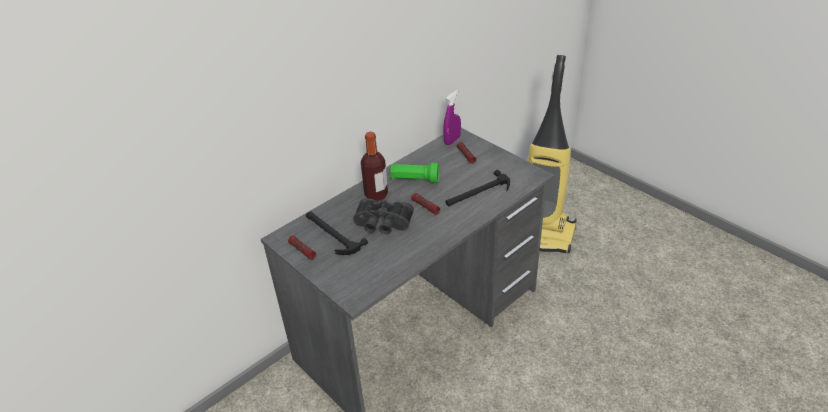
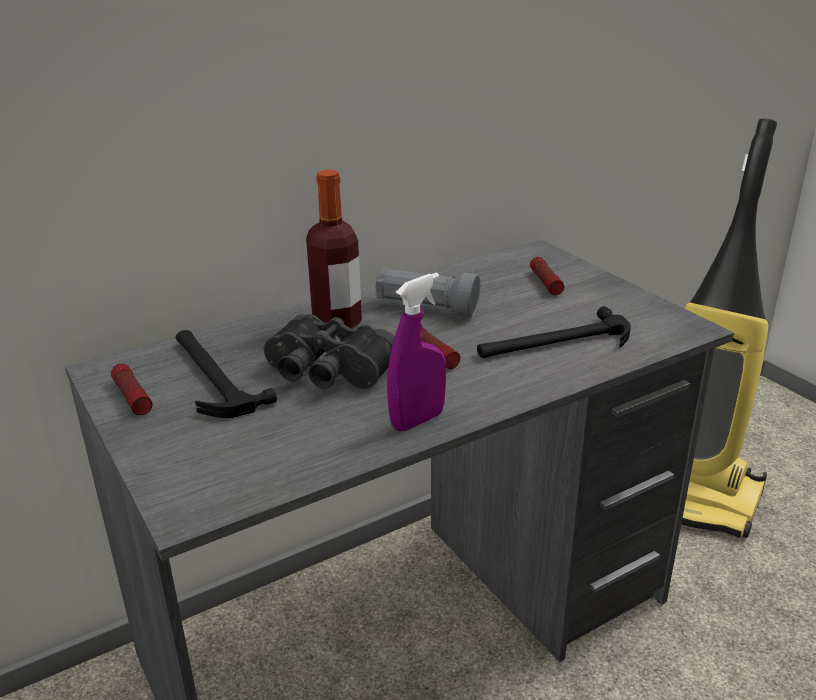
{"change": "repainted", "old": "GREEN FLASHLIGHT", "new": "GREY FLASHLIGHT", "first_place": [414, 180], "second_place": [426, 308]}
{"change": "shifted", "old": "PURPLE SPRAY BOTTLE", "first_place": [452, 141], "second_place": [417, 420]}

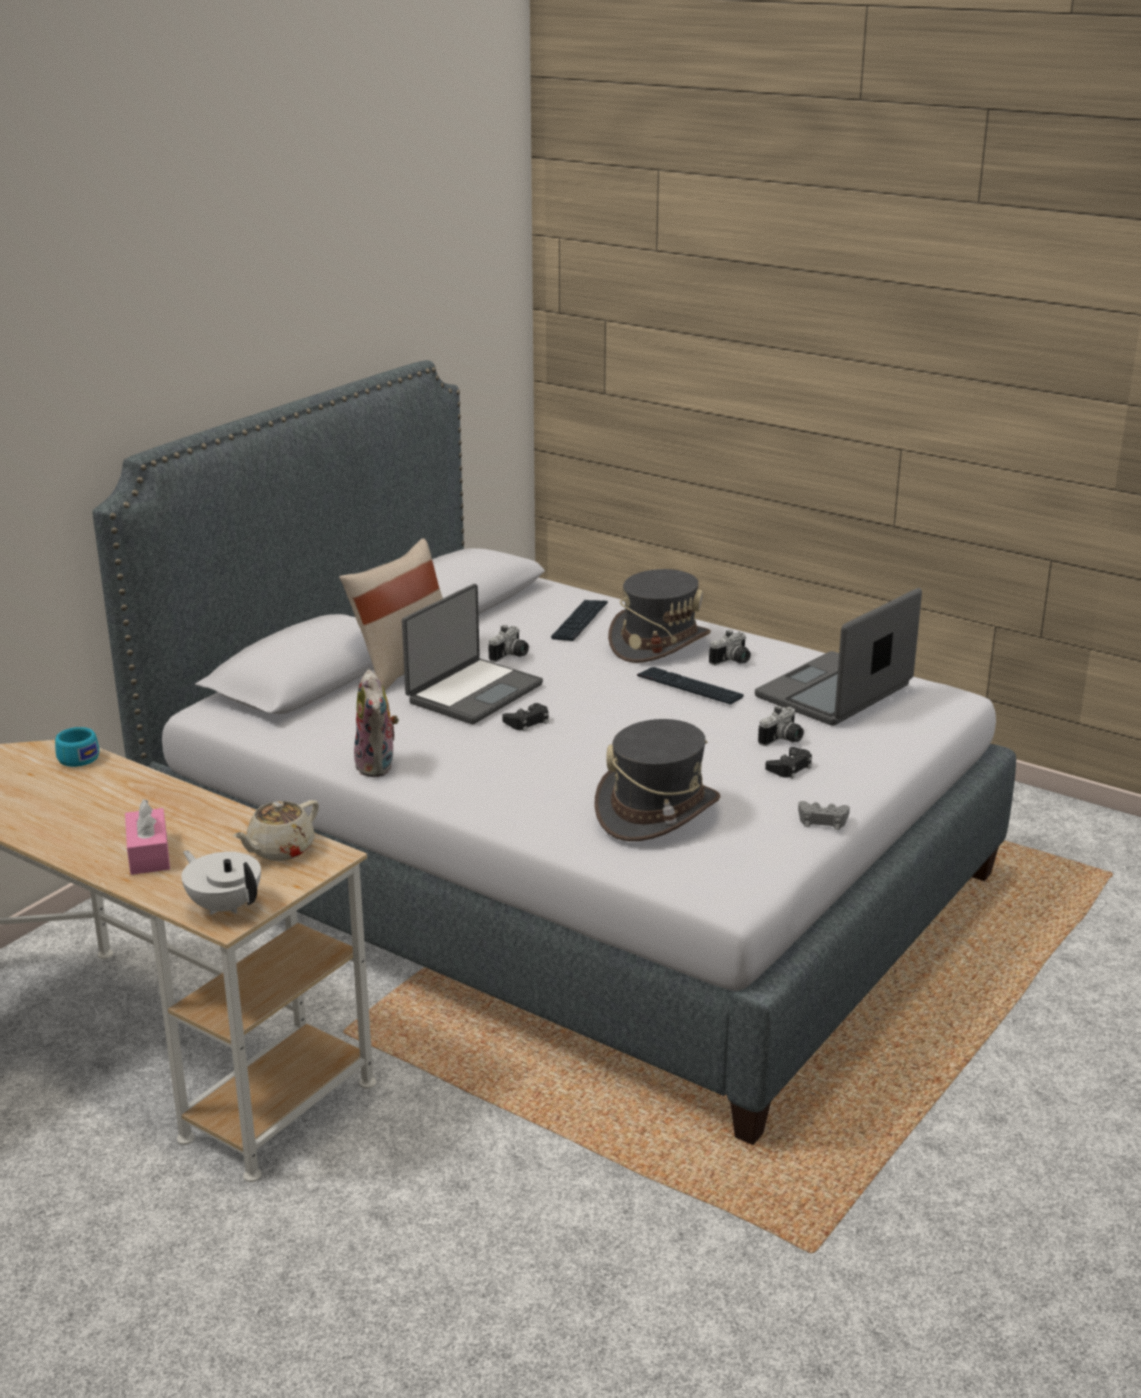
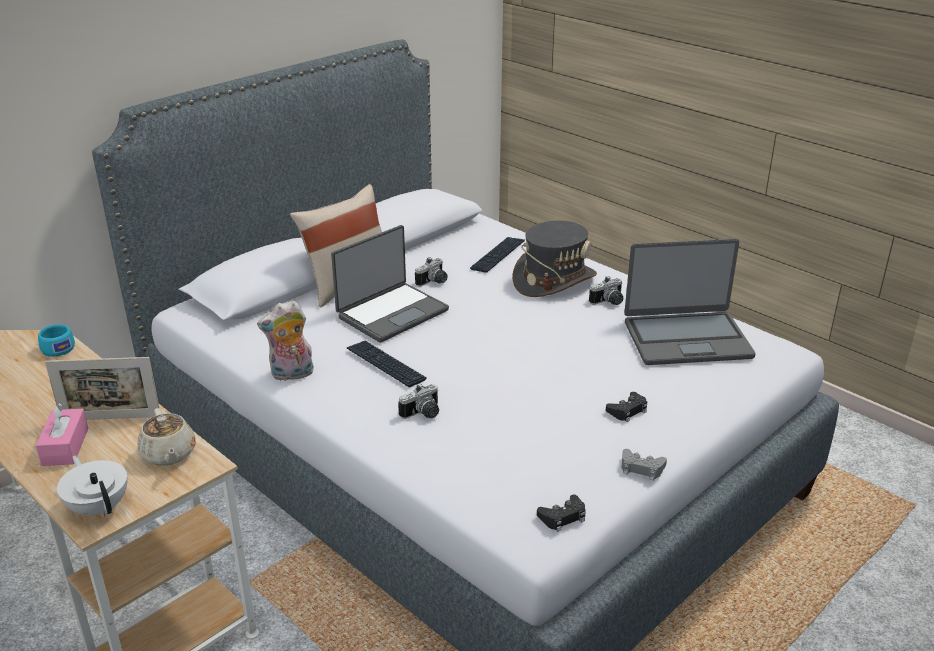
{"change": "new", "new": "PICTURE FRAME", "second_place": [111, 418]}
{"change": "rotated", "old": "BEIGE TEAPOT", "first_place": [280, 850], "second_place": [169, 454], "degrees": -75}
{"change": "rotated", "old": "PLUSH TOY", "first_place": [378, 766], "second_place": [291, 375], "degrees": 75}
{"change": "shifted", "old": "KEYBOARD", "first_place": [689, 687], "second_place": [385, 365]}
{"change": "shifted", "old": "PHOTO CAMERA", "first_place": [783, 740], "second_place": [423, 414]}
{"change": "shifted", "old": "BLACK GAME CONTROLLER", "first_place": [527, 722], "second_place": [563, 517]}
{"change": "rotated", "old": "LAPTOP", "first_place": [835, 692], "second_place": [686, 339], "degrees": -150}
{"change": "gone", "old": "GREY HAT", "first_place": [657, 811]}

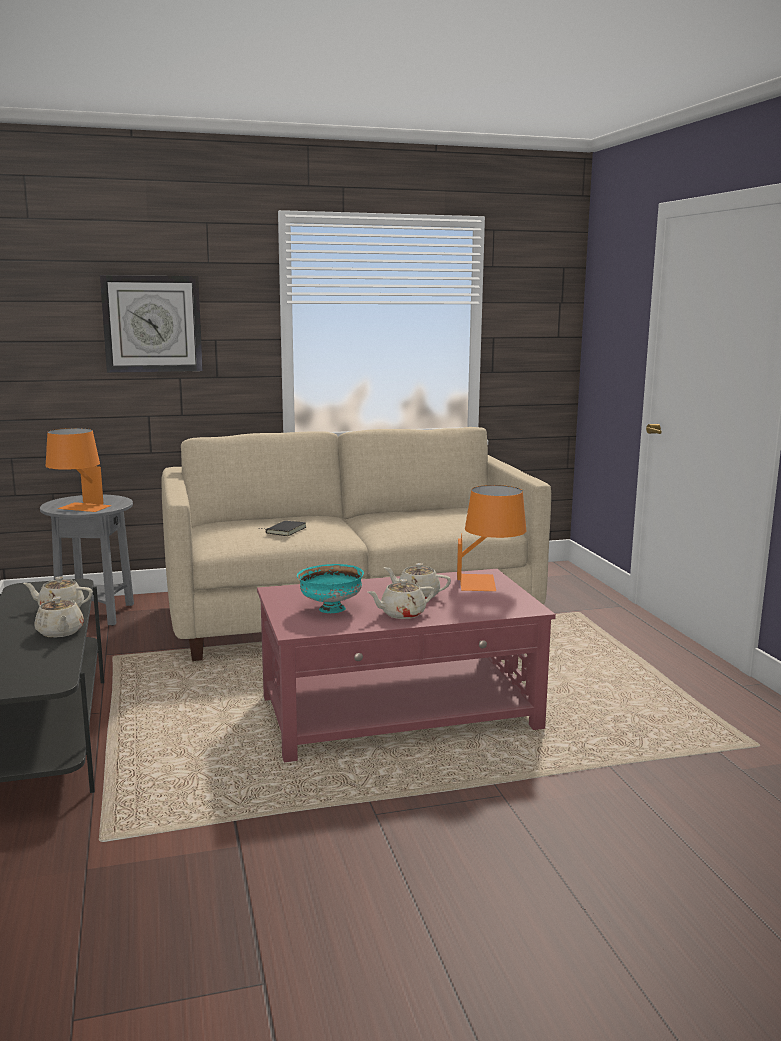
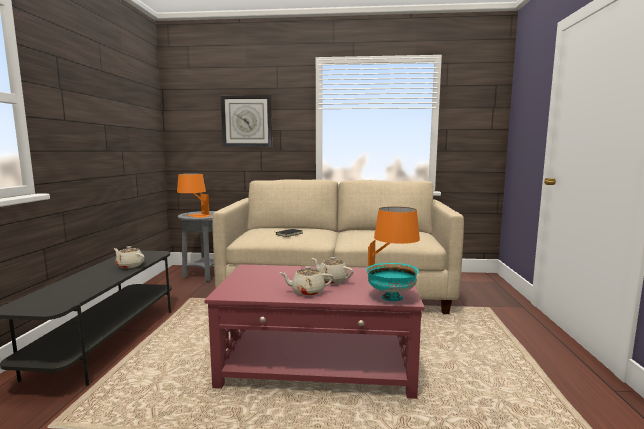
{"change": "shifted", "old": "TURQUOISE BOWL", "first_place": [330, 609], "second_place": [391, 298]}
{"change": "gone", "old": "BEIGE TEAPOT", "first_place": [60, 632]}

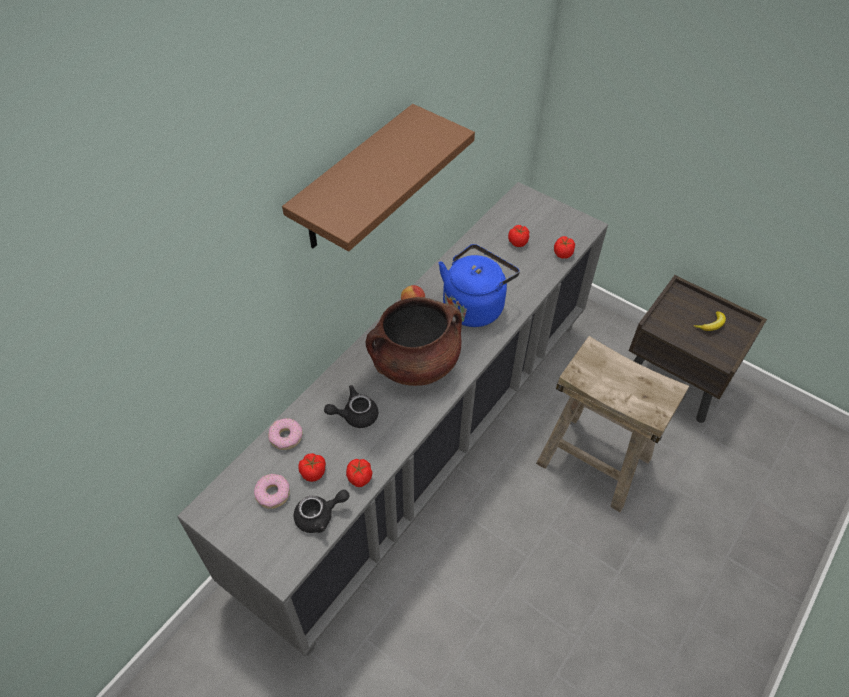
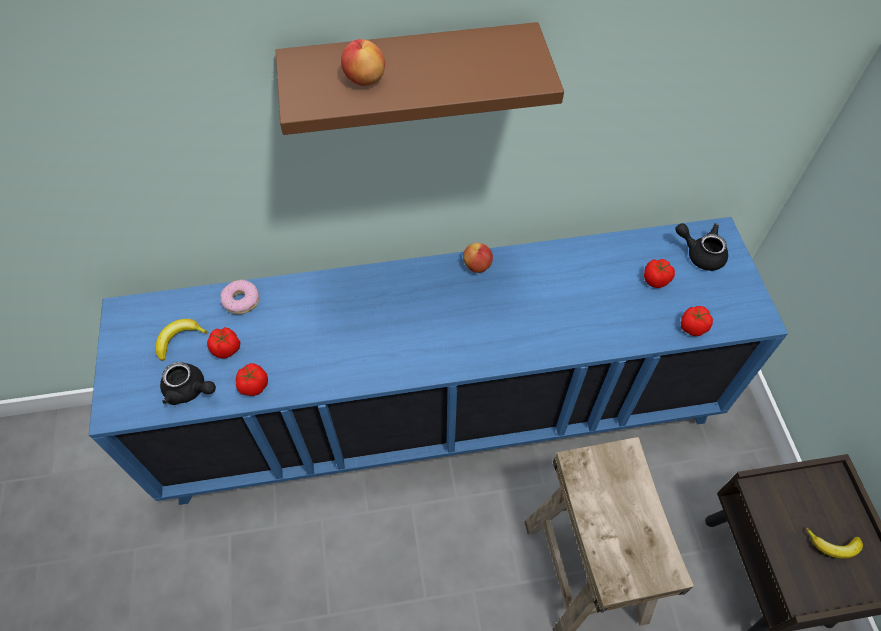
{"change": "repainted", "old": "GREY CABINET", "new": "BLUE CABINET", "first_place": [422, 445], "second_place": [440, 415]}
{"change": "swapped", "old": "DONUT", "new": "BANANA", "first_place": [272, 494], "second_place": [179, 340]}
{"change": "new", "new": "APPLE", "second_place": [364, 79]}
{"change": "shifted", "old": "BLACK TEAPOT", "first_place": [355, 415], "second_place": [700, 254]}
{"change": "gone", "old": "BROWN COOKING POT", "first_place": [415, 363]}
{"change": "gone", "old": "BLUE KETTLE", "first_place": [475, 305]}

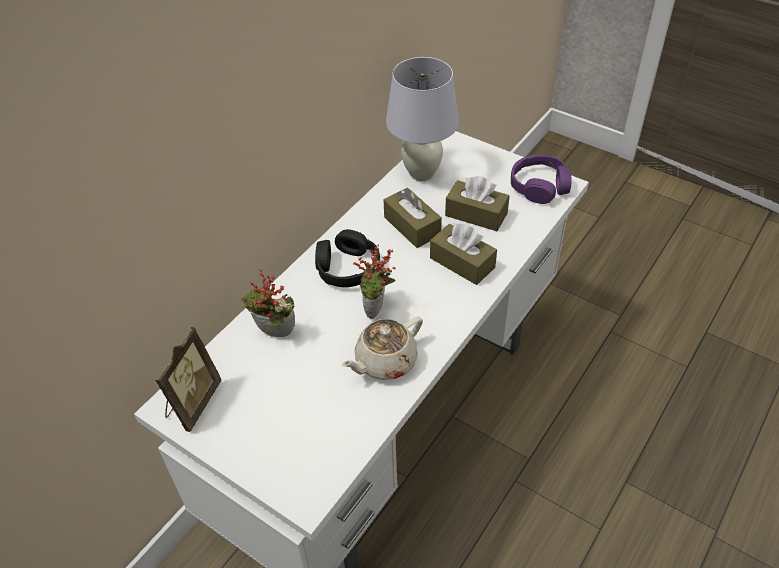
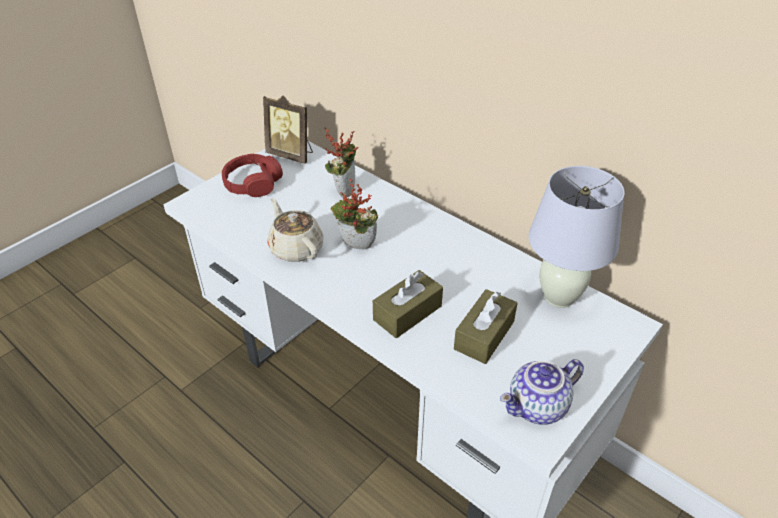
{"change": "new", "new": "RED HEADPHONES", "second_place": [253, 183]}
{"change": "swapped", "old": "PURPLE HEADPHONES", "new": "TEAPOT", "first_place": [539, 186], "second_place": [537, 408]}
{"change": "gone", "old": "BLACK HEADPHONES", "first_place": [347, 268]}
{"change": "gone", "old": "BROWN TISSUE BOX", "first_place": [412, 226]}

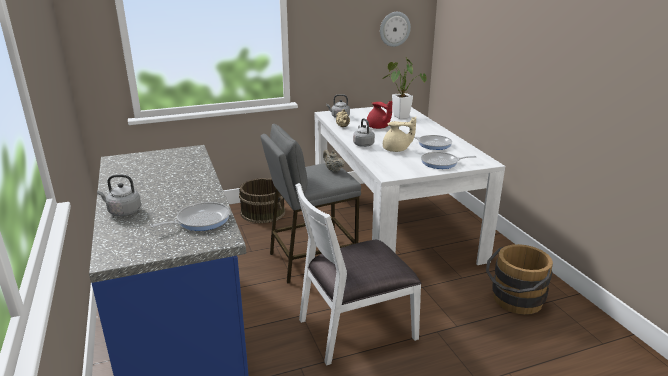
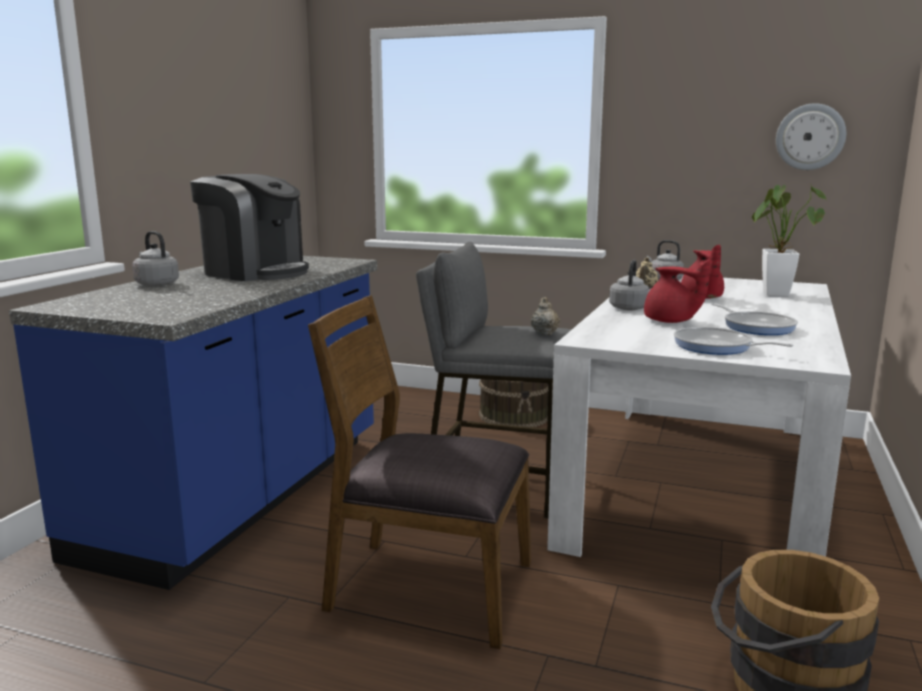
{"change": "new", "new": "COFFEE MACHINE", "second_place": [255, 272]}
{"change": "repainted", "old": "WHITE CHAIR", "new": "BROWN CHAIR", "first_place": [355, 328], "second_place": [429, 587]}
{"change": "repainted", "old": "BEIGE TEAPOT", "new": "RED TEAPOT", "first_place": [396, 150], "second_place": [670, 321]}
{"change": "gone", "old": "FRYING PAN", "first_place": [200, 220]}

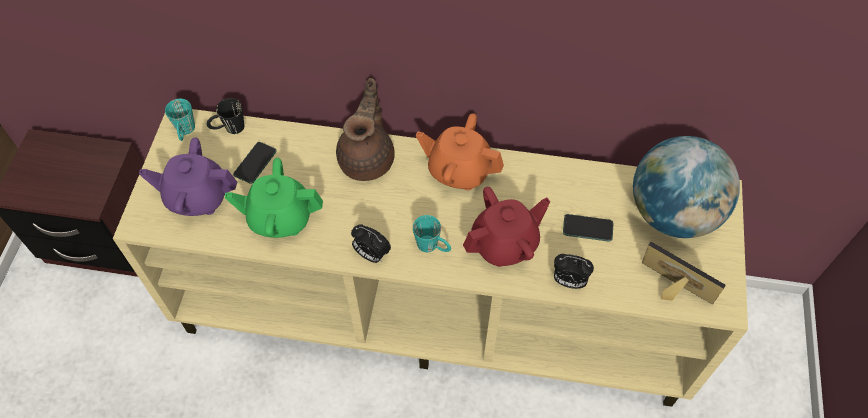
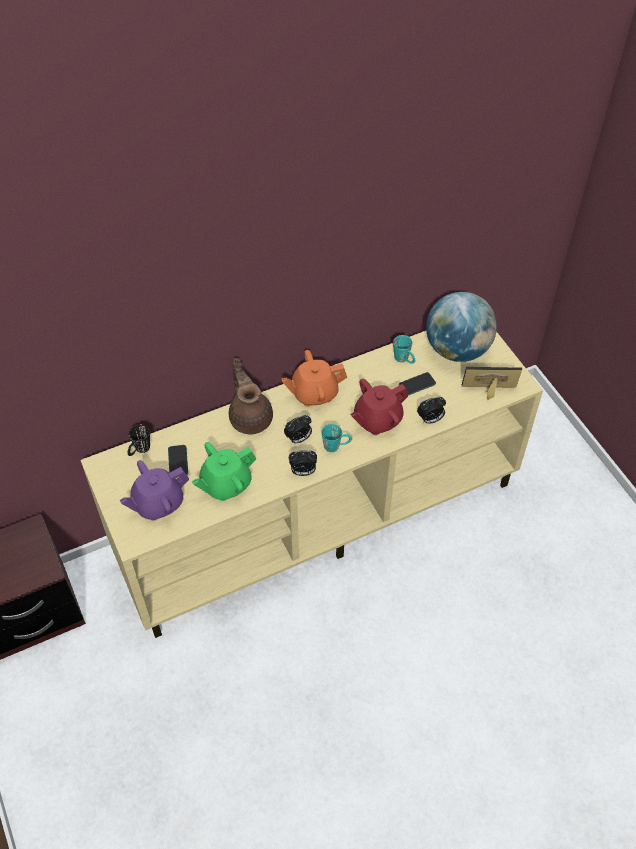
{"change": "new", "new": "ALARM CLOCK", "second_place": [298, 439]}
{"change": "rotated", "old": "RED TEAPOT", "first_place": [504, 244], "second_place": [377, 420], "degrees": -150}
{"change": "shifted", "old": "TURQUOISE MUG", "first_place": [185, 132], "second_place": [404, 360]}

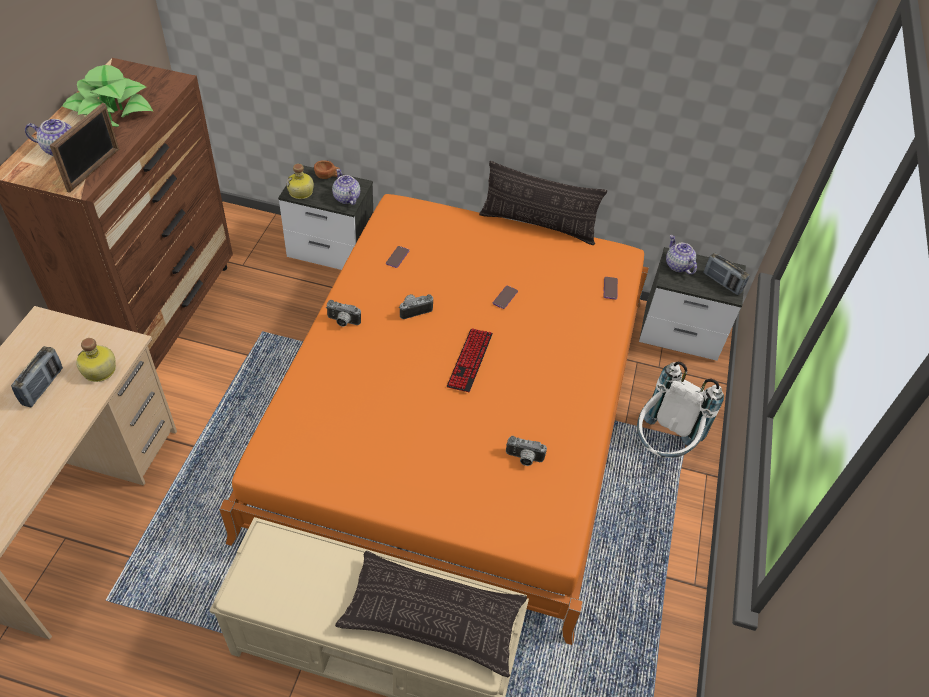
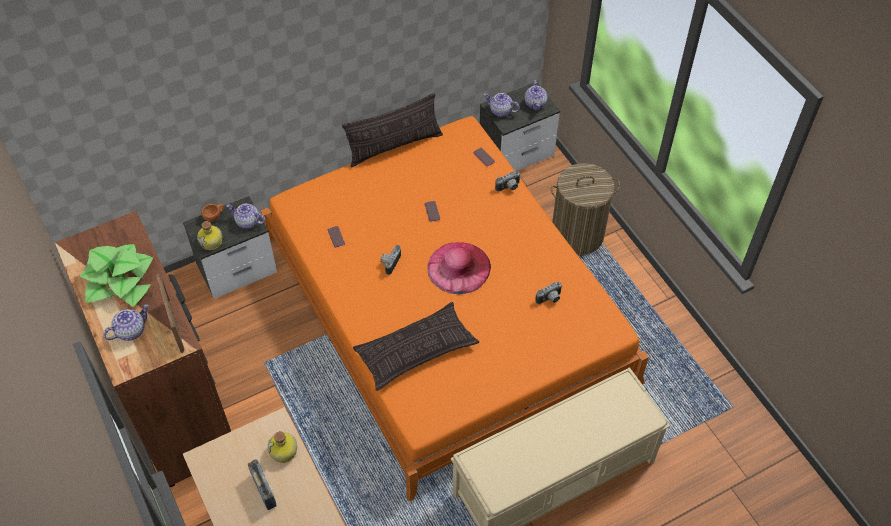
{"change": "shifted", "old": "PILLOW", "first_place": [433, 617], "second_place": [416, 350]}
{"change": "swapped", "old": "KEYBOARD", "new": "PINK HAT", "first_place": [470, 360], "second_place": [459, 267]}
{"change": "shifted", "old": "PHOTO CAMERA", "first_place": [342, 322], "second_place": [509, 188]}
{"change": "swapped", "old": "RADIO", "new": "TEAPOT", "first_place": [722, 282], "second_place": [535, 104]}
{"change": "swapped", "old": "WHITE BACKPACK", "new": "LAUNDRY BASKET", "first_place": [662, 446], "second_place": [577, 234]}

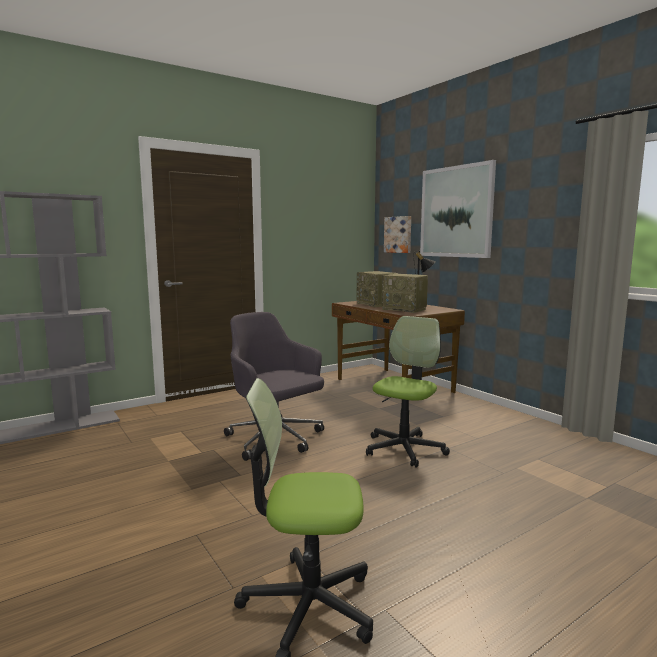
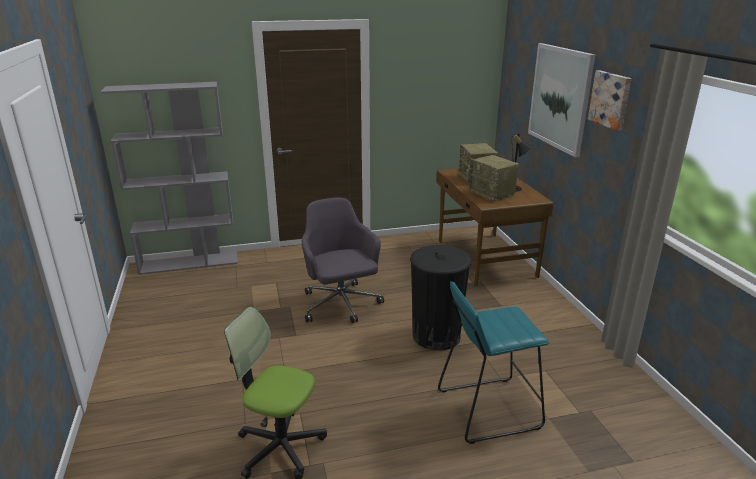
{"change": "swapped", "old": "OFFICE CHAIR", "new": "BLACK TRASH CAN", "first_place": [404, 449], "second_place": [436, 336]}
{"change": "new", "new": "TURQUOISE STOOL", "second_place": [488, 408]}
{"change": "shifted", "old": "PICTURE", "first_place": [398, 234], "second_place": [611, 99]}

